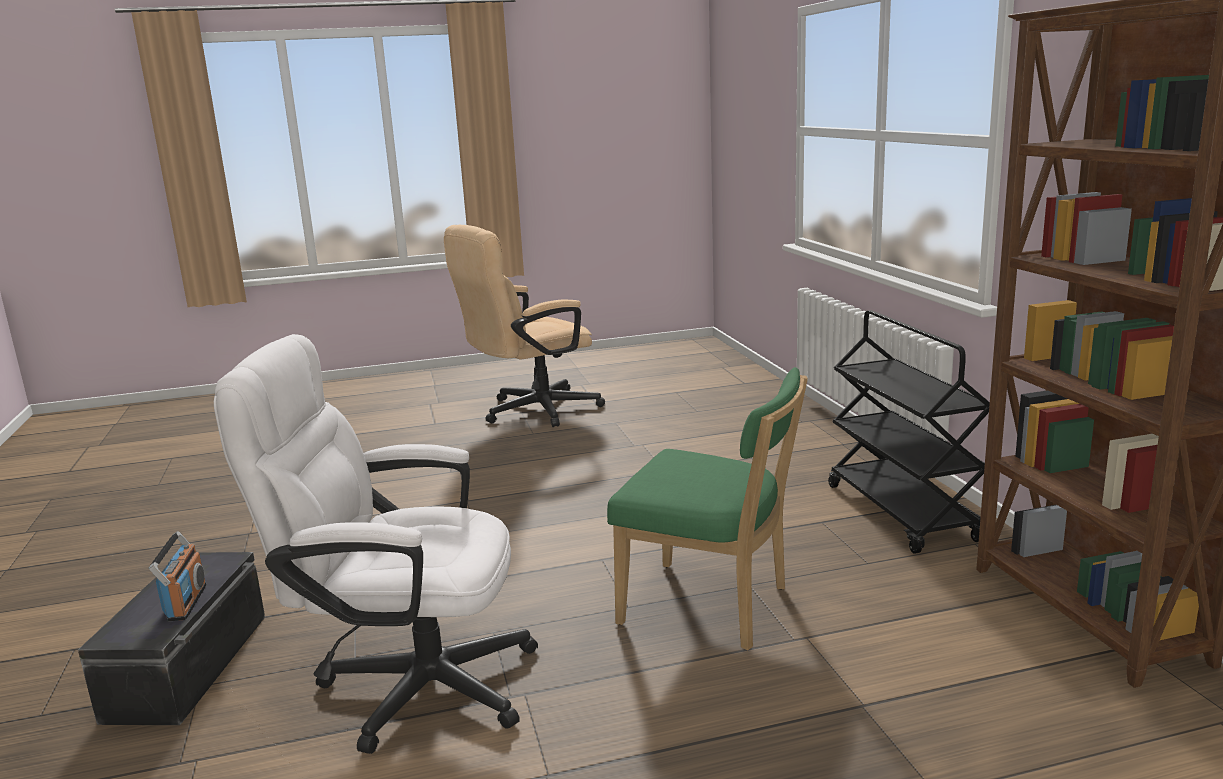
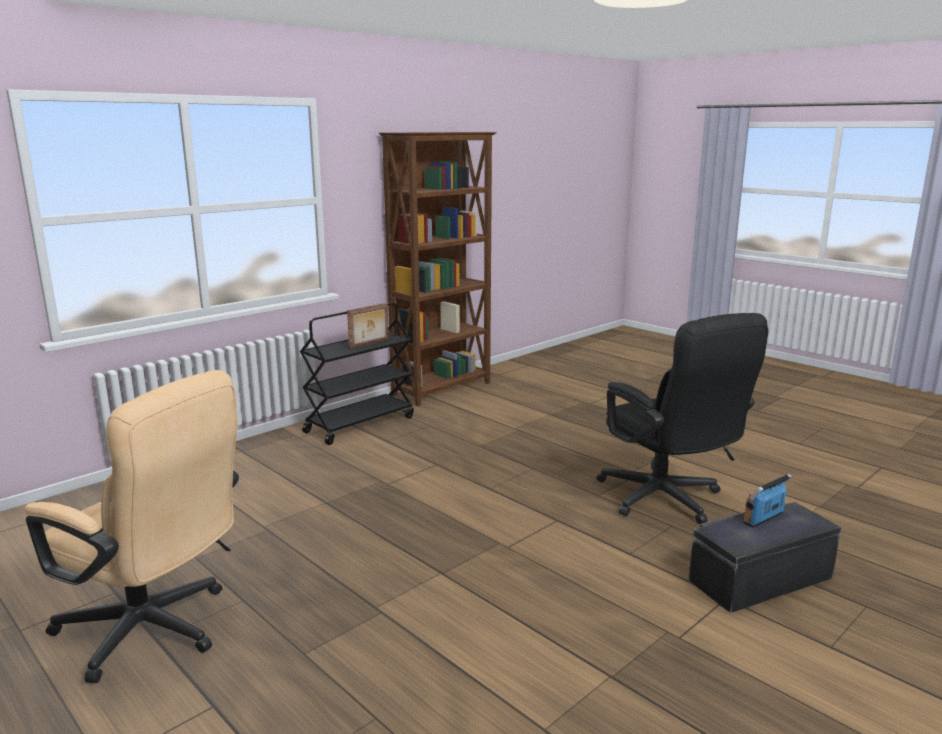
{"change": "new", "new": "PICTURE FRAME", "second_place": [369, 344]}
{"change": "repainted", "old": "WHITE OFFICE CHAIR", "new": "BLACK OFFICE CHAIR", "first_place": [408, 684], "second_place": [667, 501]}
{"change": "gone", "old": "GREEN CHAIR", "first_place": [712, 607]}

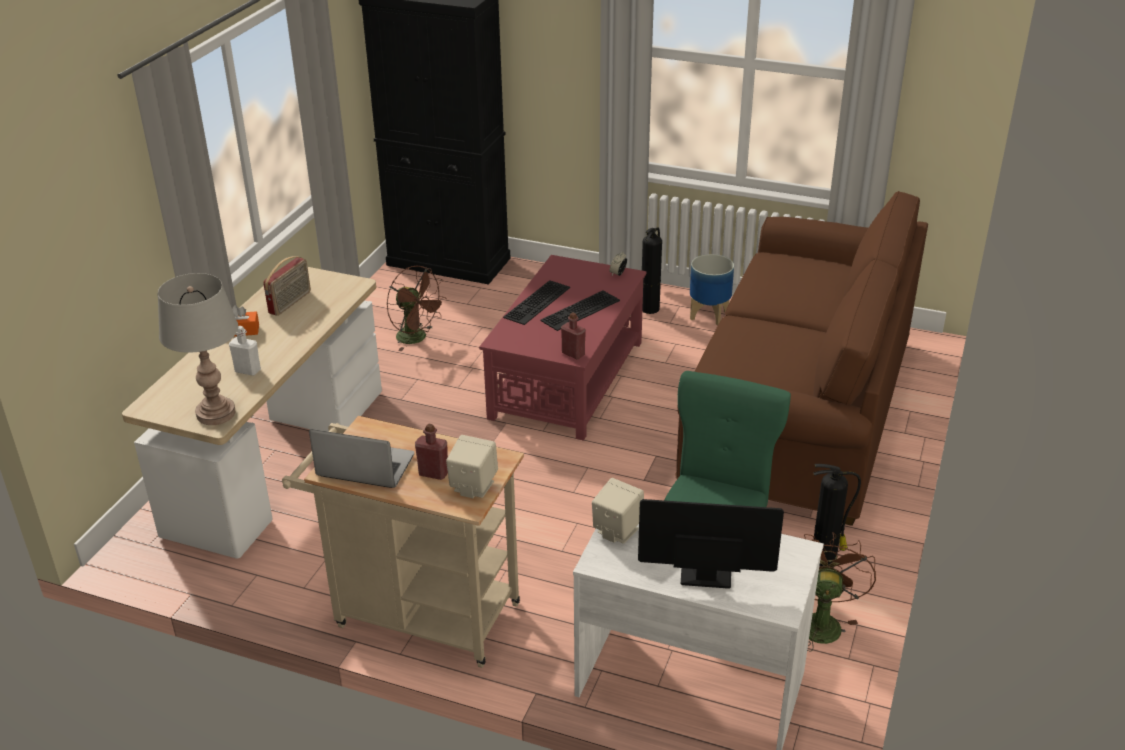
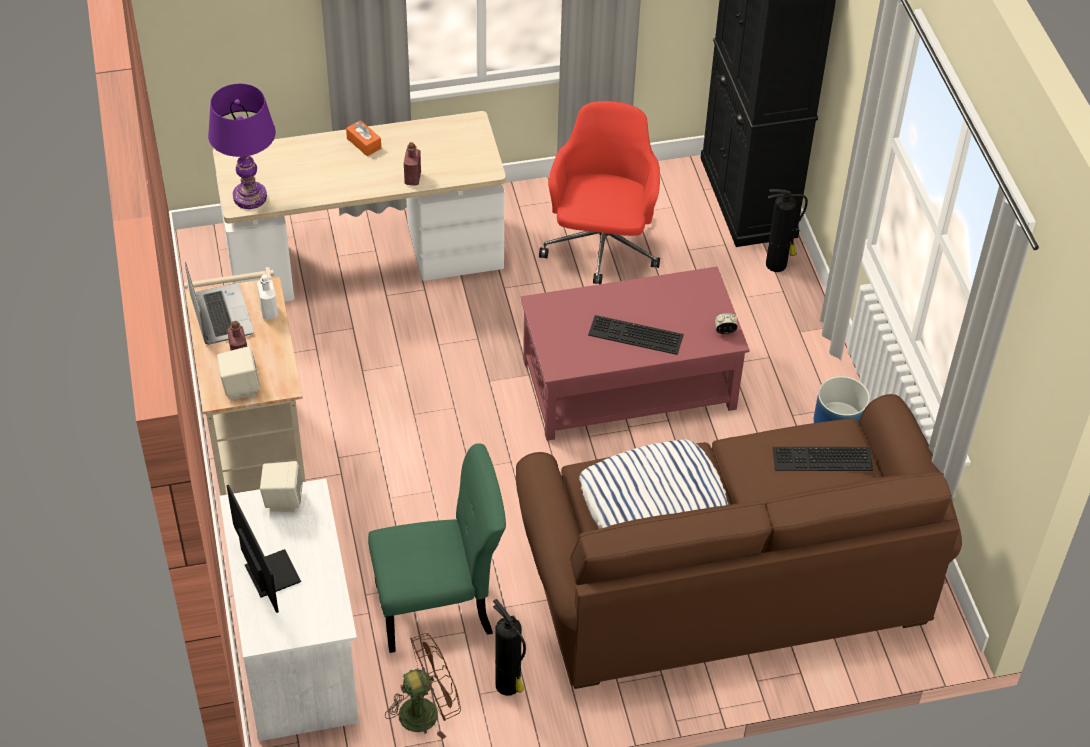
{"change": "repainted", "old": "GREY TABLE LAMP", "new": "PURPLE TABLE LAMP", "first_place": [216, 414], "second_place": [250, 197]}
{"change": "shifted", "old": "WHITE BOTTLE", "first_place": [247, 370], "second_place": [269, 311]}
{"change": "shifted", "old": "RED BOTTLE", "first_place": [573, 354], "second_place": [412, 178]}
{"change": "swapped", "old": "BROWN FAN", "new": "RED OFFICE CHAIR", "first_place": [417, 338], "second_place": [602, 247]}
{"change": "new", "new": "PILLOW", "second_place": [652, 499]}
{"change": "shifted", "old": "FIRE EXTINGUISHER", "first_place": [650, 308], "second_place": [777, 264]}
{"change": "shifted", "old": "KEYBOARD", "first_place": [538, 303], "second_place": [821, 460]}
{"change": "gone", "old": "RADIO", "first_place": [290, 303]}

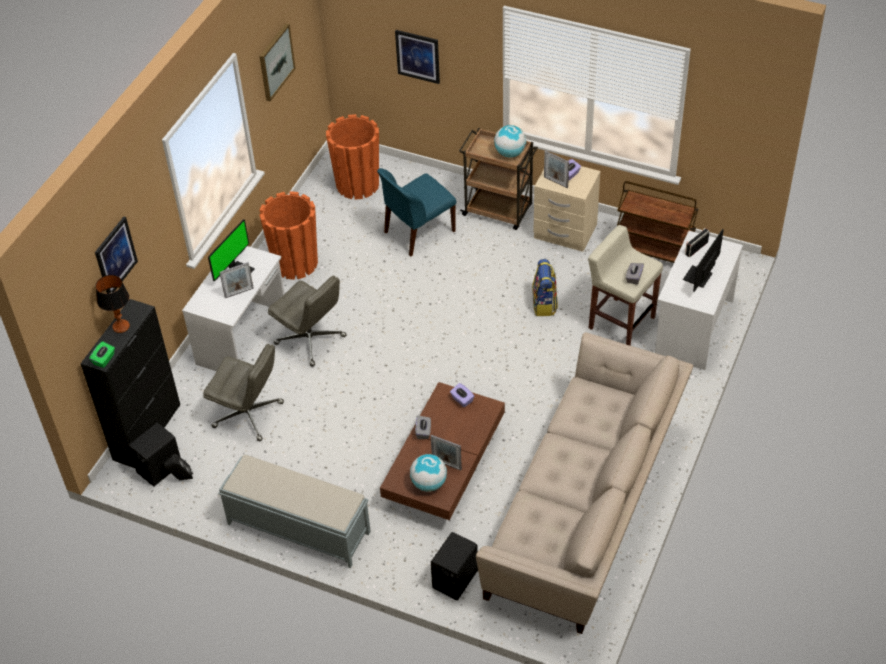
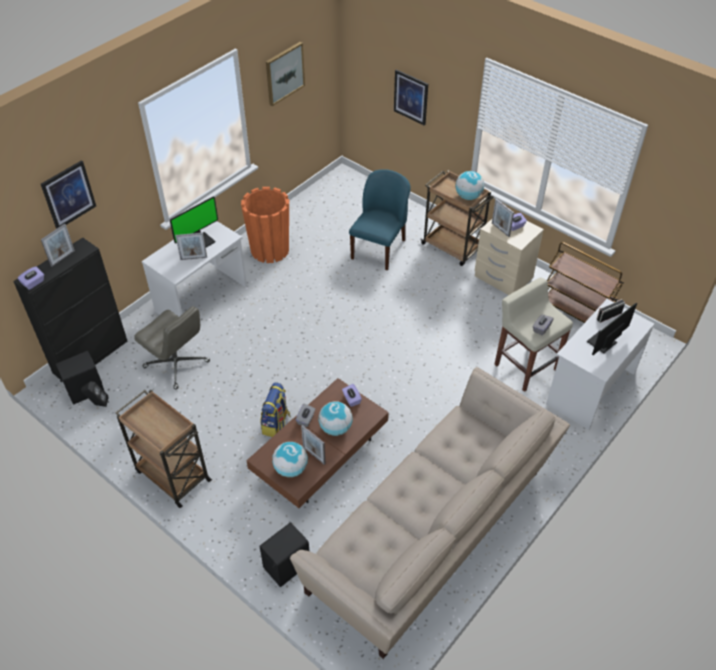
{"change": "repainted", "old": "GREEN TISSUE BOX", "new": "PURPLE TISSUE BOX", "first_place": [104, 360], "second_place": [33, 283]}
{"change": "swapped", "old": "TABLE LAMP", "new": "PICTURE FRAME", "first_place": [121, 326], "second_place": [62, 258]}
{"change": "swapped", "old": "GREY BENCH", "new": "BROWN CART", "first_place": [297, 527], "second_place": [172, 475]}
{"change": "shifted", "old": "BACKPACK", "first_place": [544, 304], "second_place": [276, 424]}
{"change": "new", "new": "GLOBE", "second_place": [335, 428]}
{"change": "rotated", "old": "BLUE CHAIR", "first_place": [418, 232], "second_place": [379, 249], "degrees": 135}
{"change": "gone", "old": "GREY OFFICE CHAIR", "first_place": [311, 340]}
{"change": "gone", "old": "ORANGE PLANTER", "first_place": [357, 184]}

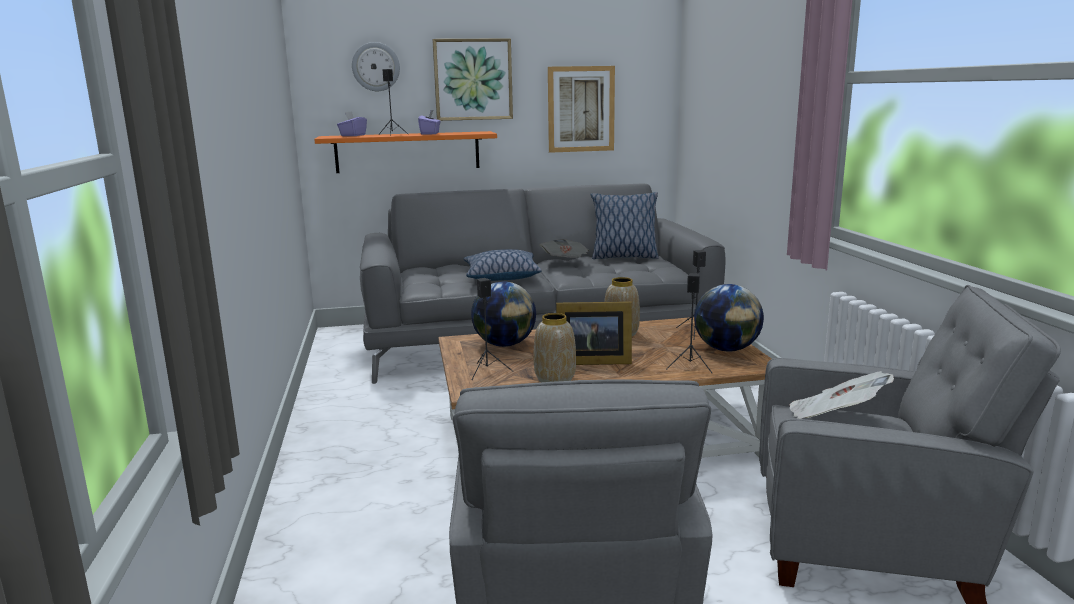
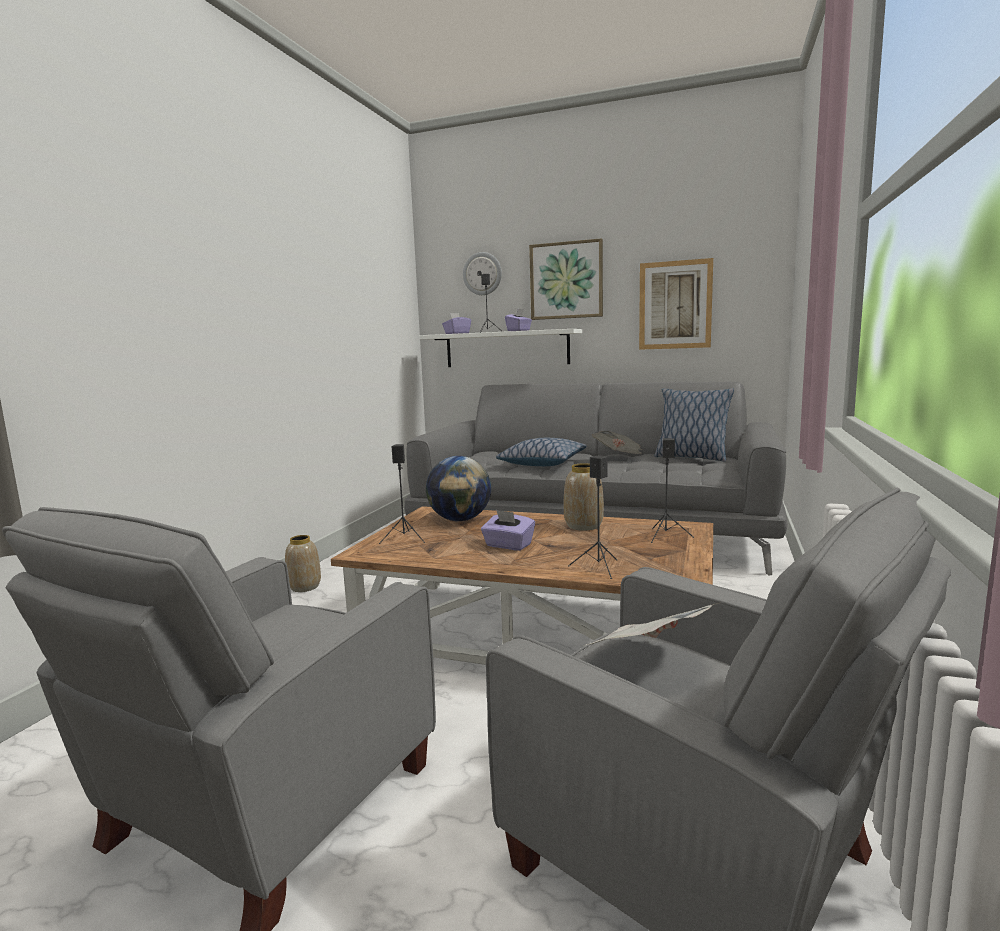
{"change": "shifted", "old": "VASE", "first_place": [554, 379], "second_place": [304, 587]}
{"change": "repainted", "old": "ORANGE SHELF", "new": "WHITE SHELF", "first_place": [407, 152], "second_place": [506, 349]}
{"change": "swapped", "old": "PICTURE FRAME", "new": "PURPLE TISSUE BOX", "first_place": [591, 361], "second_place": [508, 545]}
{"change": "gone", "old": "GLOBE", "first_place": [726, 349]}

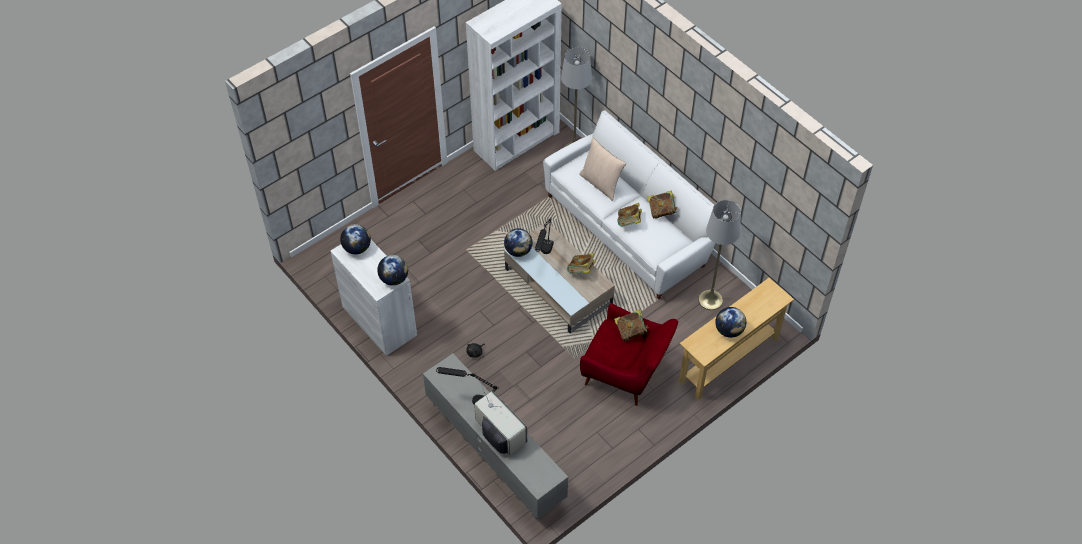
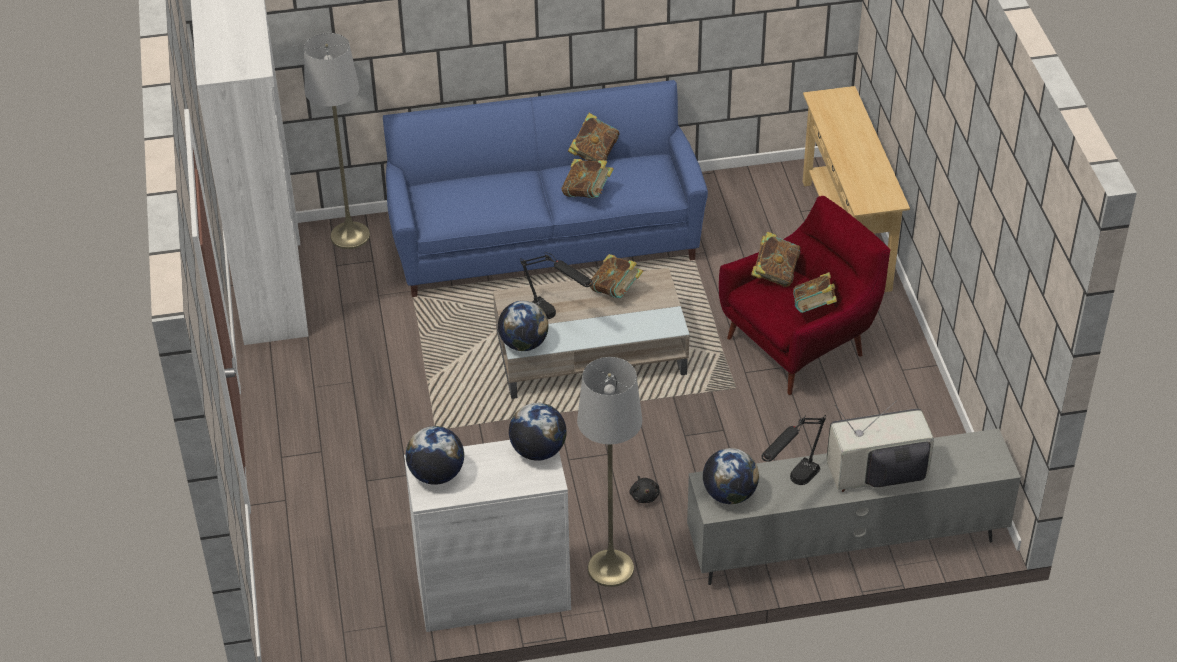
{"change": "repainted", "old": "WHITE SOFA", "new": "BLUE SOFA", "first_place": [629, 228], "second_place": [544, 238]}
{"change": "shifted", "old": "GREY FLOOR LAMP", "first_place": [710, 300], "second_place": [610, 568]}
{"change": "shifted", "old": "GLOBE", "first_place": [729, 330], "second_place": [729, 494]}
{"change": "new", "new": "BOOK", "second_place": [814, 308]}
{"change": "gone", "old": "BEIGE PILLOW", "first_place": [601, 183]}

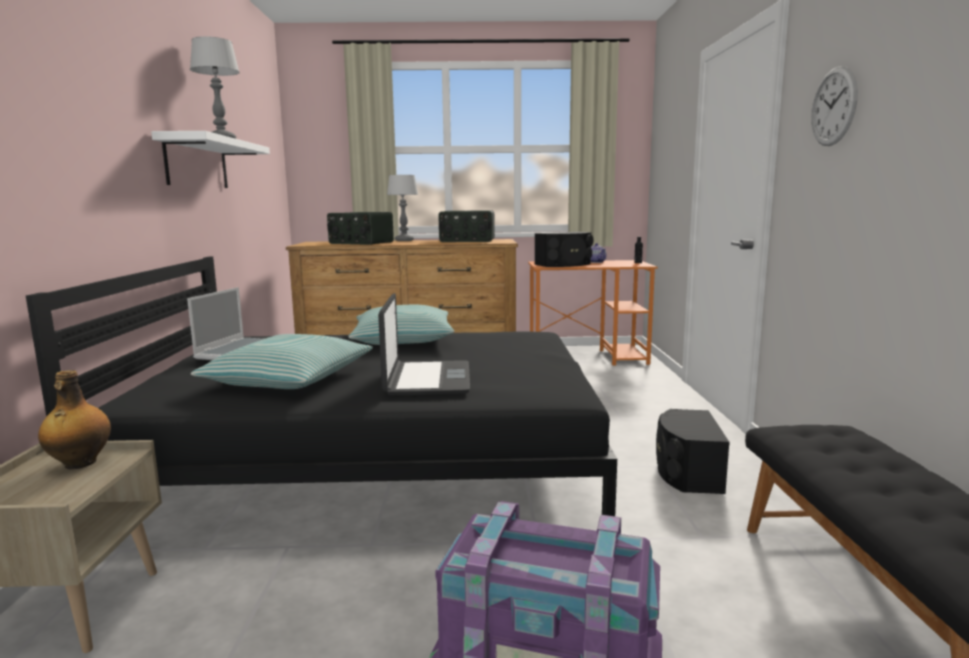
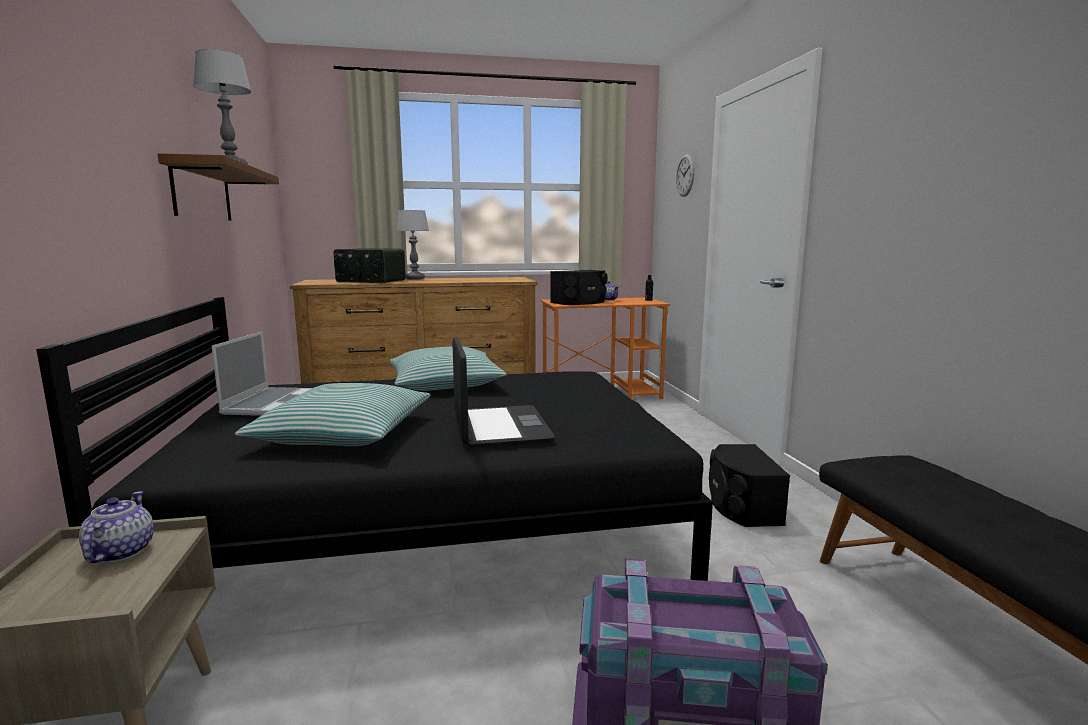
{"change": "swapped", "old": "BOTTLE", "new": "TEAPOT", "first_place": [80, 464], "second_place": [119, 553]}
{"change": "repainted", "old": "WHITE SHELF", "new": "BROWN SHELF", "first_place": [197, 163], "second_place": [202, 192]}
{"change": "shifted", "old": "WALL CLOCK", "first_place": [833, 107], "second_place": [685, 175]}
{"change": "gone", "old": "RADIO", "first_place": [467, 240]}

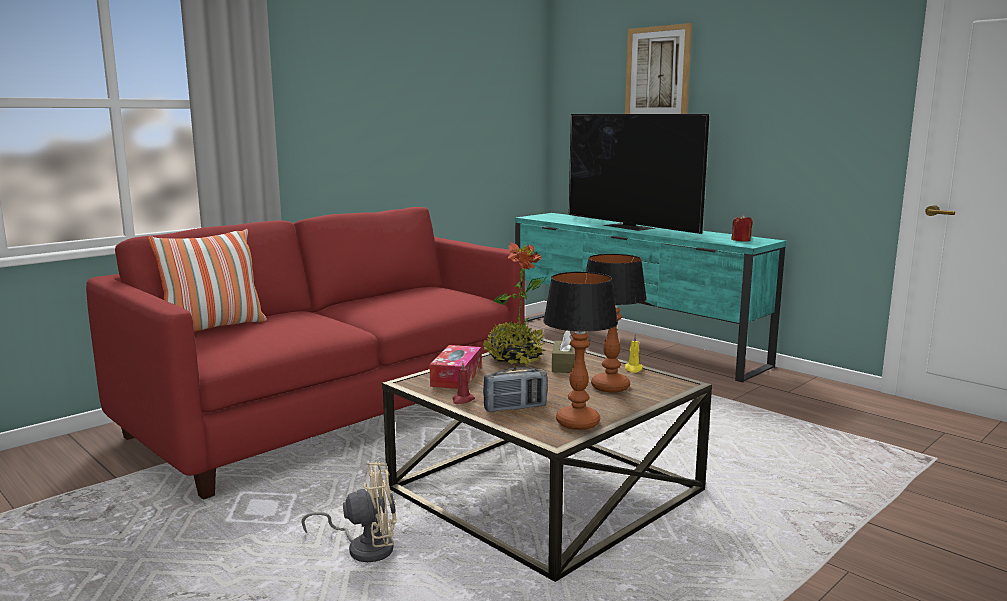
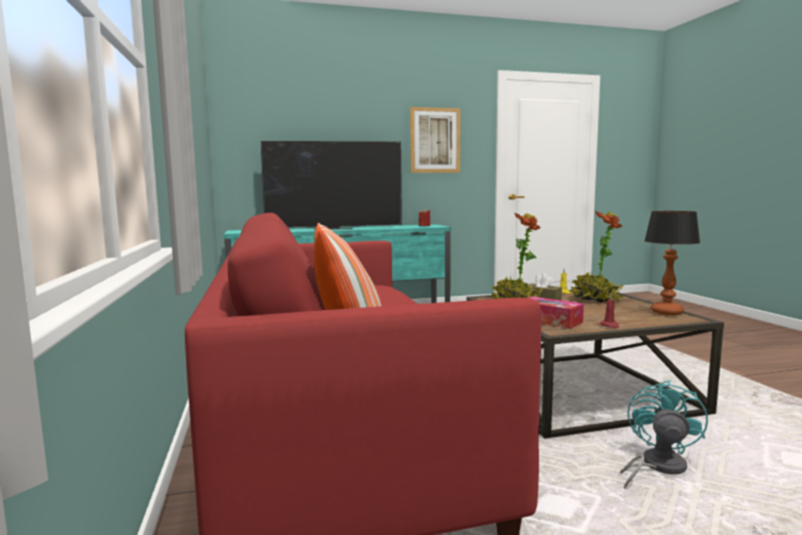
{"change": "shifted", "old": "PICTURE", "first_place": [657, 73], "second_place": [435, 140]}
{"change": "swapped", "old": "TABLE LAMP", "new": "POTTED PLANT", "first_place": [610, 386], "second_place": [595, 300]}
{"change": "repainted", "old": "BEIGE FAN", "new": "TURQUOISE FAN", "first_place": [364, 548], "second_place": [656, 467]}
{"change": "gone", "old": "RADIO", "first_place": [515, 408]}

